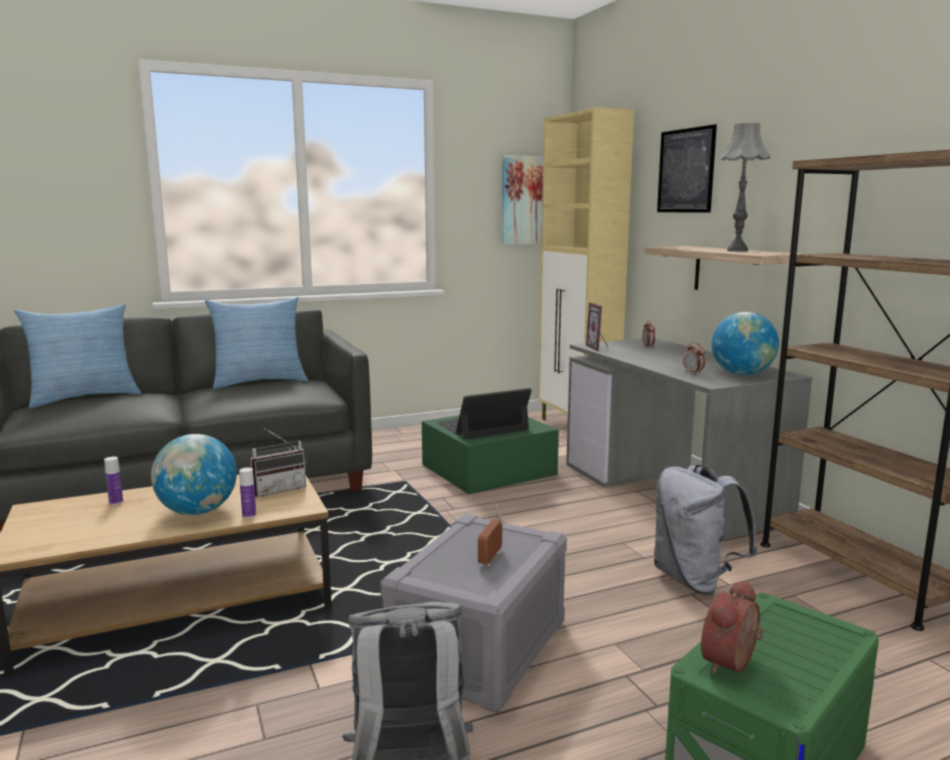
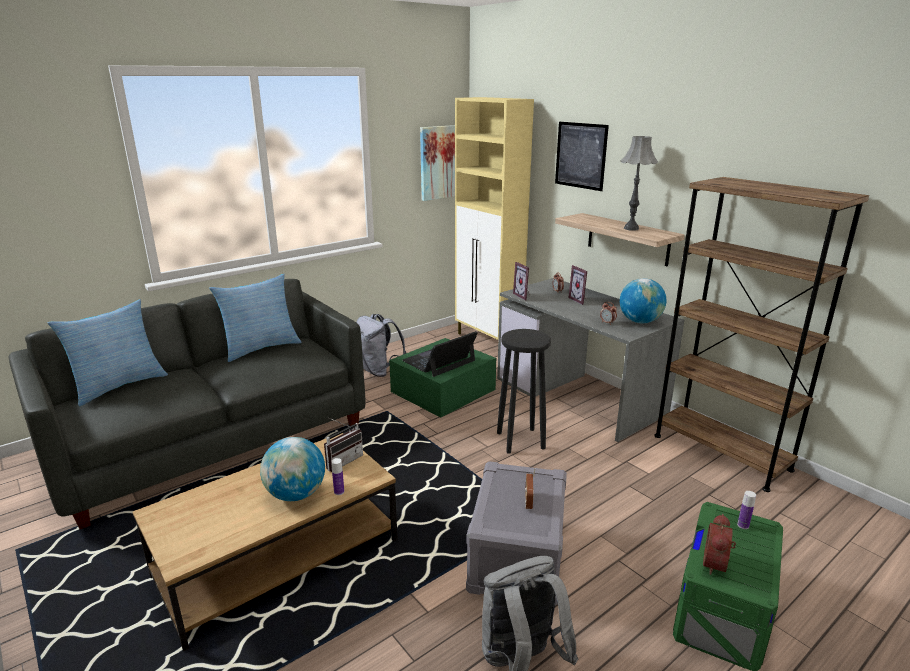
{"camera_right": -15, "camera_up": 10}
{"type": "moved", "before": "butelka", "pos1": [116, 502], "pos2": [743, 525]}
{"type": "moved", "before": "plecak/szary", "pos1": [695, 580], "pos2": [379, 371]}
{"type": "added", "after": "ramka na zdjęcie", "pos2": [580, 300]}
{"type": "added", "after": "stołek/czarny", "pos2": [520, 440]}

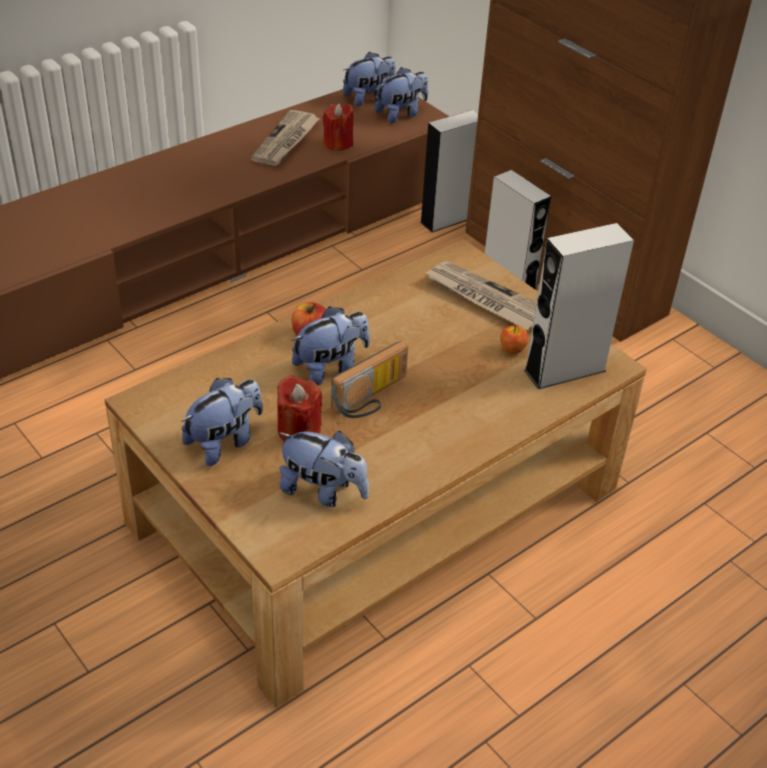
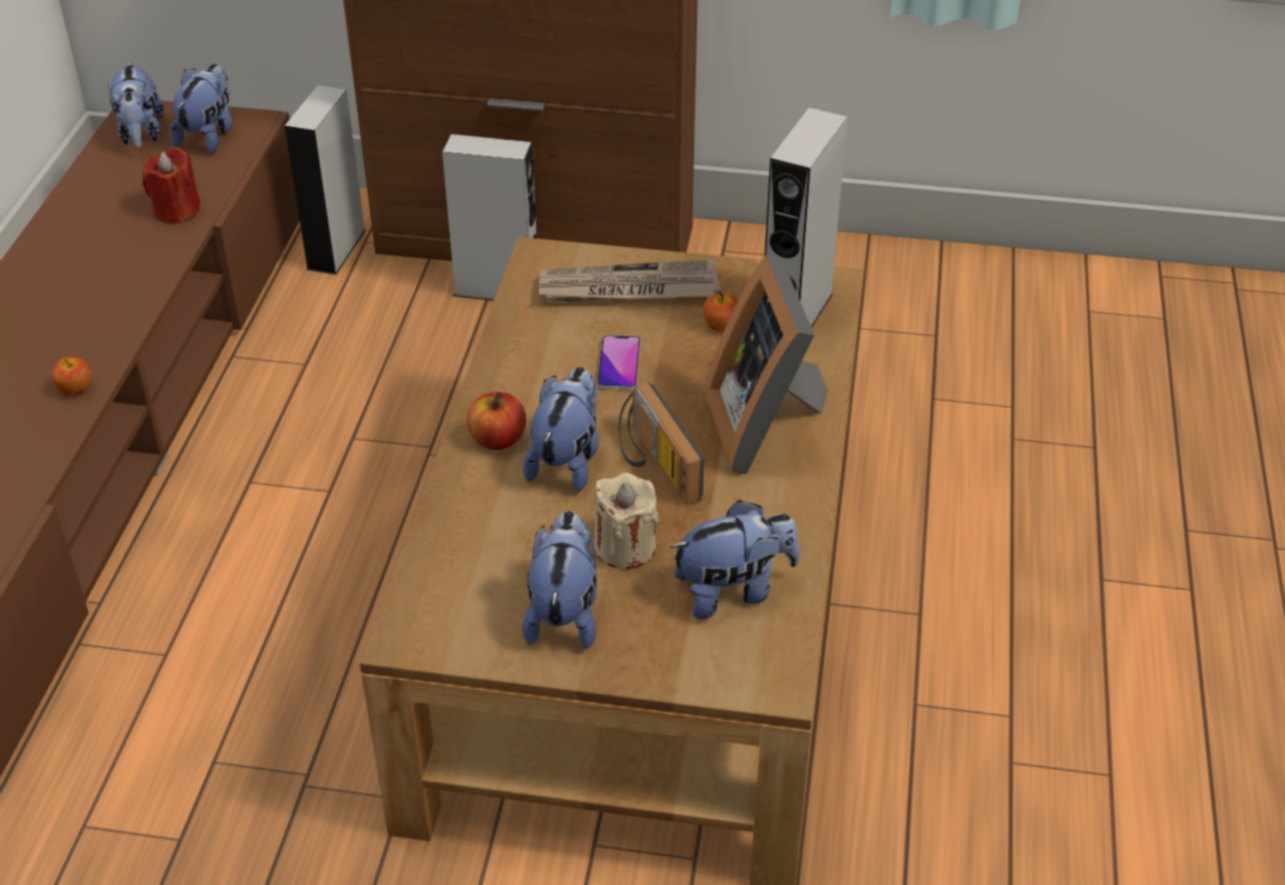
{"camera_right": -40, "camera_up": 0}
{"type": "turned", "before": "pluszak", "pos1": [369, 98], "pos2": [141, 134], "turn": 150}
{"type": "removed", "before": "gazeta", "pos1": [286, 141]}
{"type": "turned", "before": "radio", "pos1": [372, 398], "pos2": [653, 464], "turn": 150}
{"type": "recoloured", "before": "świeca/czerwony", "after": "świeca/beżowy", "pos1": [299, 430], "pos2": [625, 547]}
{"type": "added", "after": "ramka na zdjęcie", "pos2": [766, 424]}
{"type": "added", "after": "telefon", "pos2": [619, 364]}
{"type": "added", "after": "jabłko", "pos2": [75, 389]}

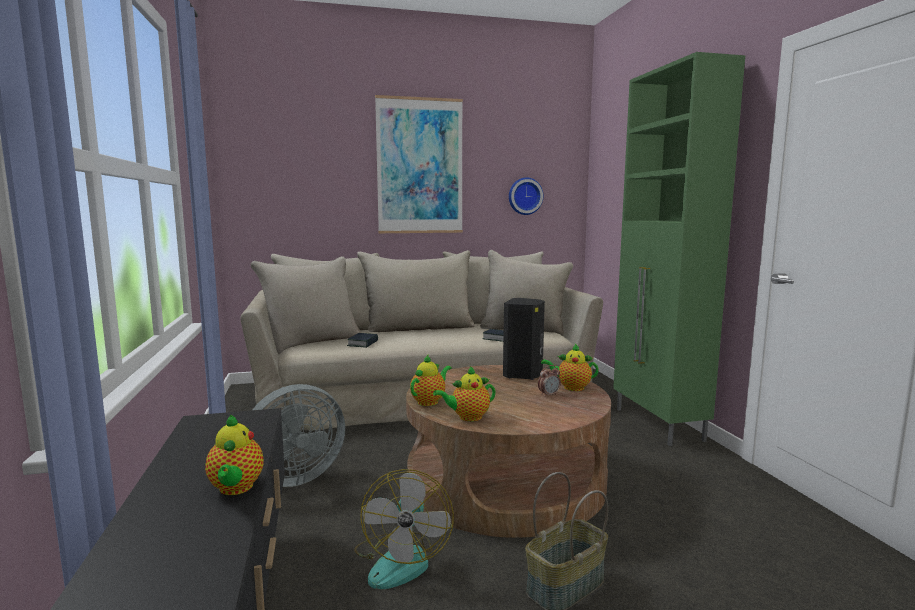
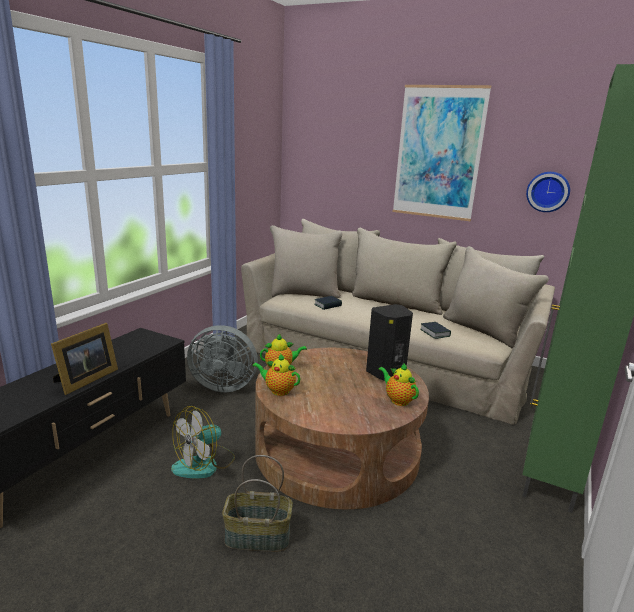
{"camera_right": 40, "camera_up": 10}
{"type": "removed", "before": "budzik", "pos1": [549, 395]}
{"type": "replaced", "before": "imbryk", "after": "ramka na zdjęcie", "pos1": [236, 489], "pos2": [85, 380]}

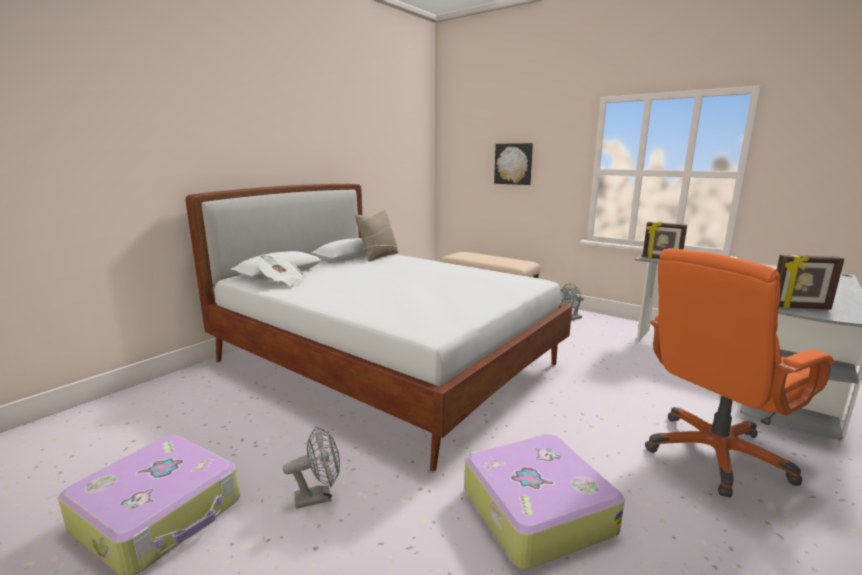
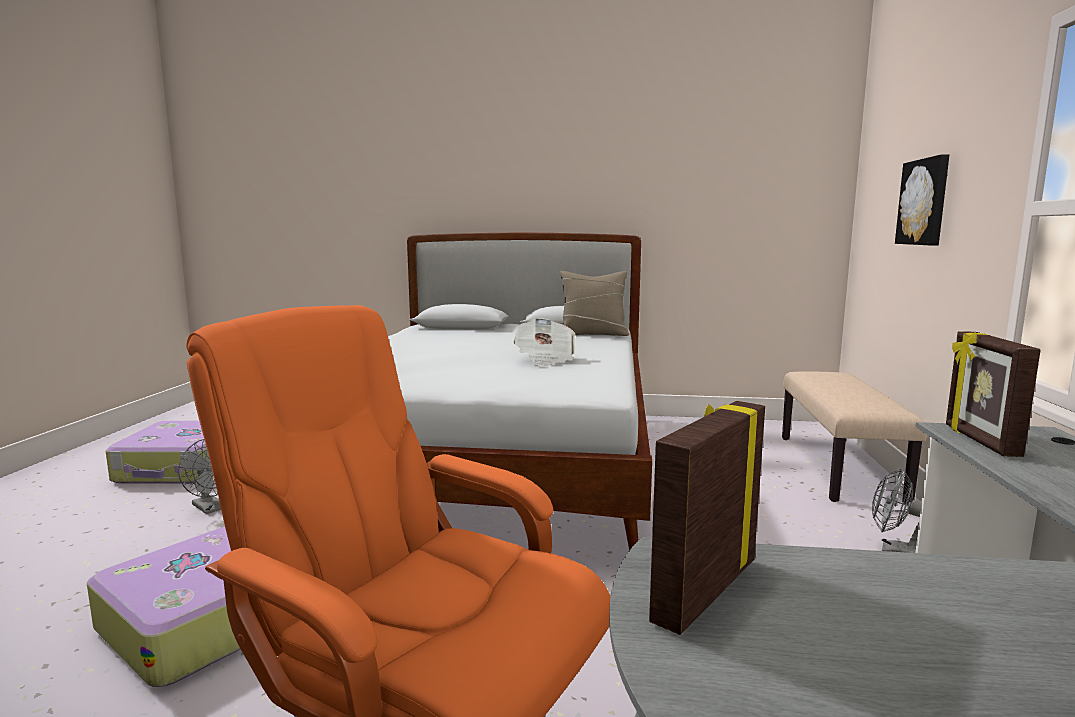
{"camera_right": 60, "camera_up": -5}
{"type": "moved", "before": "gazeta", "pos1": [283, 282], "pos2": [545, 359]}
{"type": "turned", "before": "ramka na zdjęcie", "pos1": [800, 307], "pos2": [703, 590], "turn": 60}

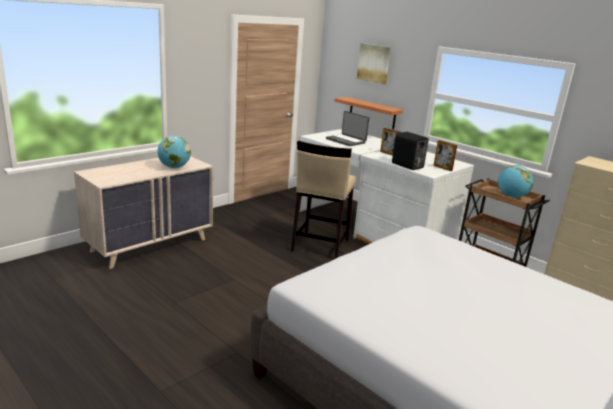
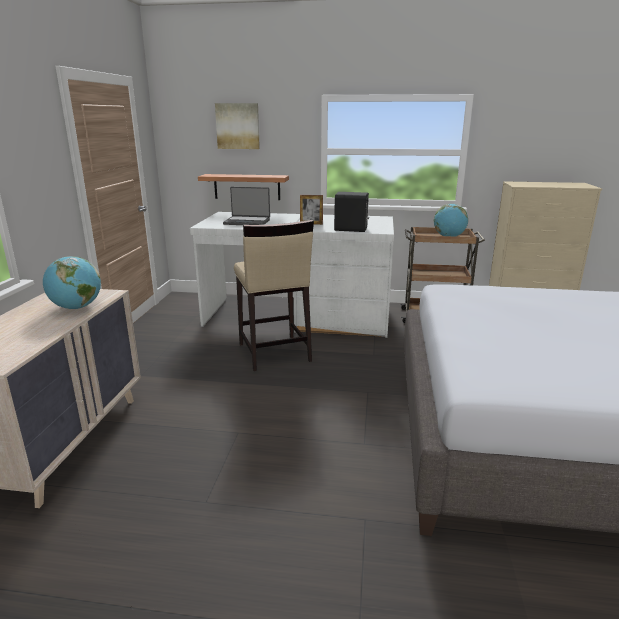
{"camera_right": -35, "camera_up": 0}
{"type": "removed", "before": "ramka na zdjęcie", "pos1": [442, 168]}

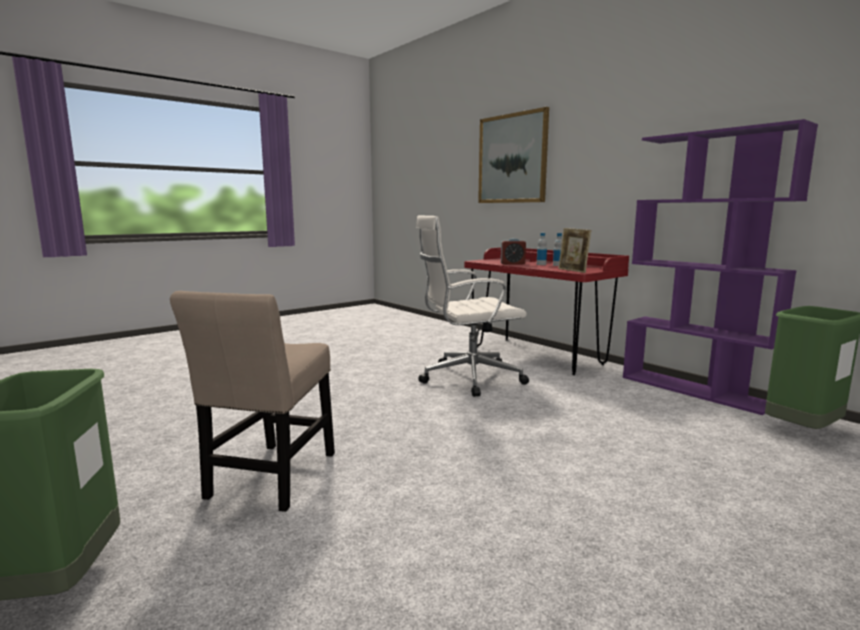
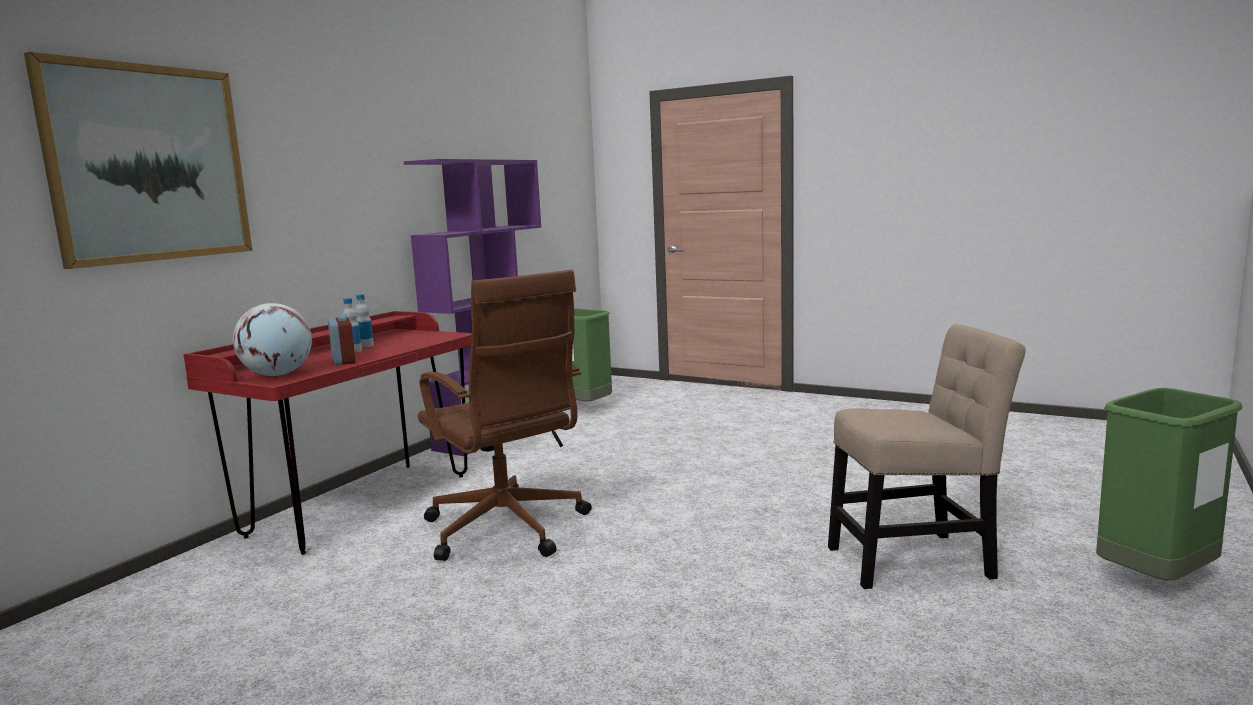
{"camera_right": -110, "camera_up": 0}
{"type": "recoloured", "before": "krzesło biurowe/biały", "after": "krzesło biurowe/brązowy", "pos1": [468, 378], "pos2": [507, 530]}
{"type": "removed", "before": "ramka na zdjęcie", "pos1": [573, 271]}
{"type": "added", "after": "globus", "pos2": [277, 375]}

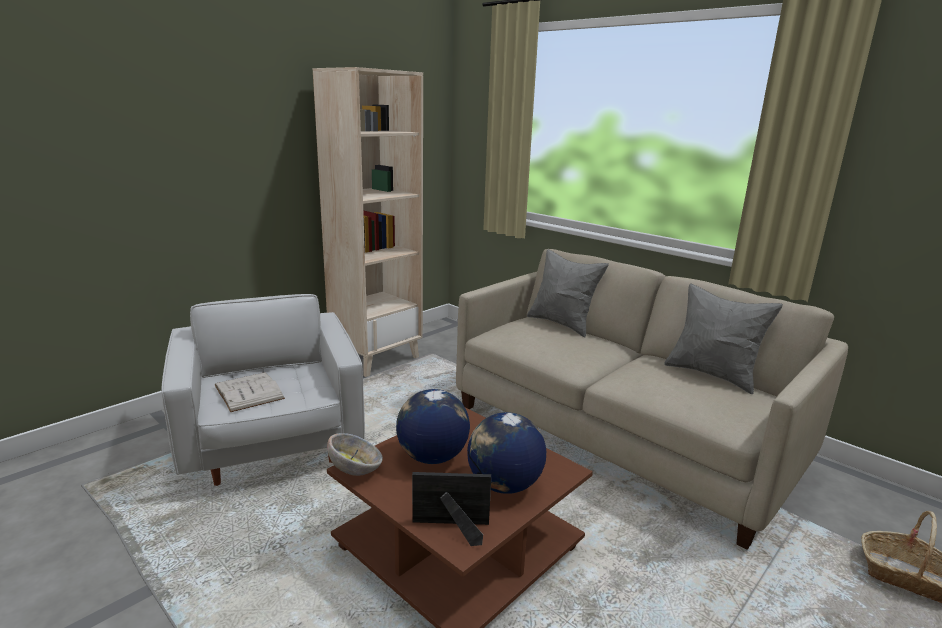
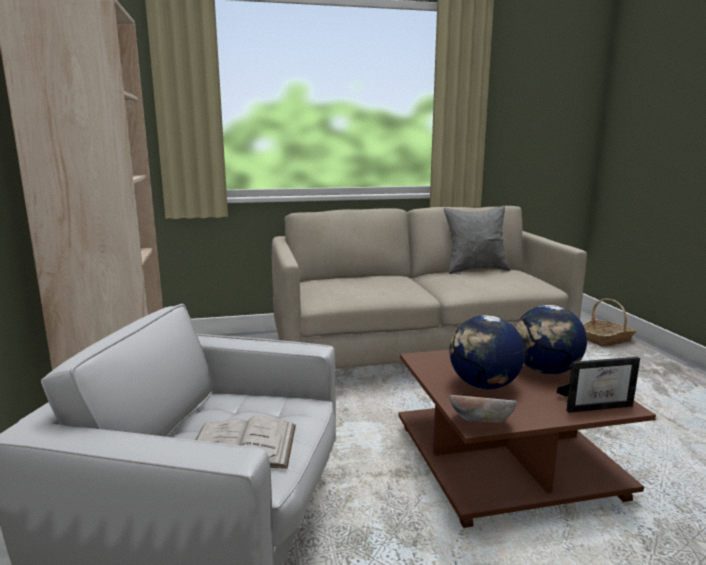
{"camera_right": -55, "camera_up": -5}
{"type": "removed", "before": "poduszka/szary", "pos1": [562, 324]}
{"type": "turned", "before": "ramka na zdjęcie", "pos1": [448, 527], "pos2": [596, 405], "turn": -135}

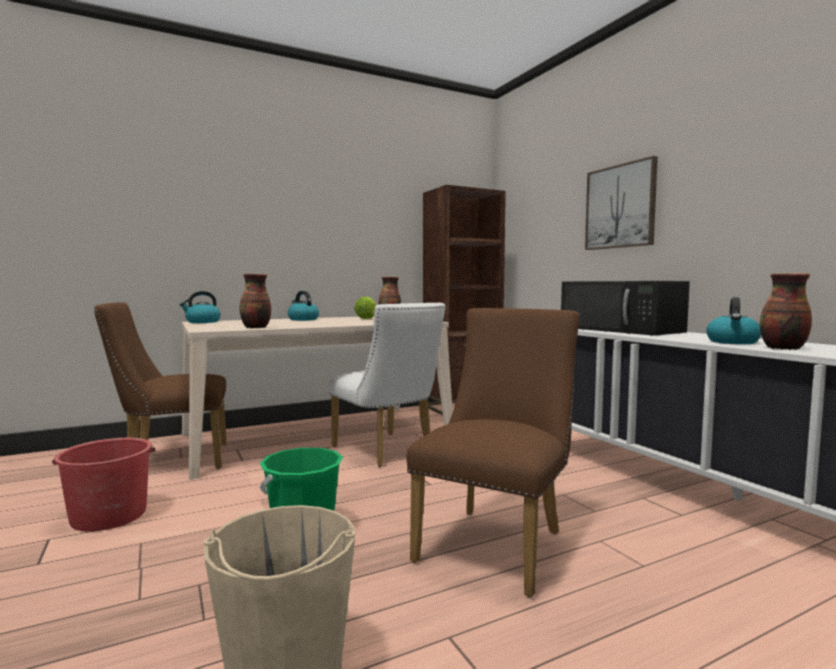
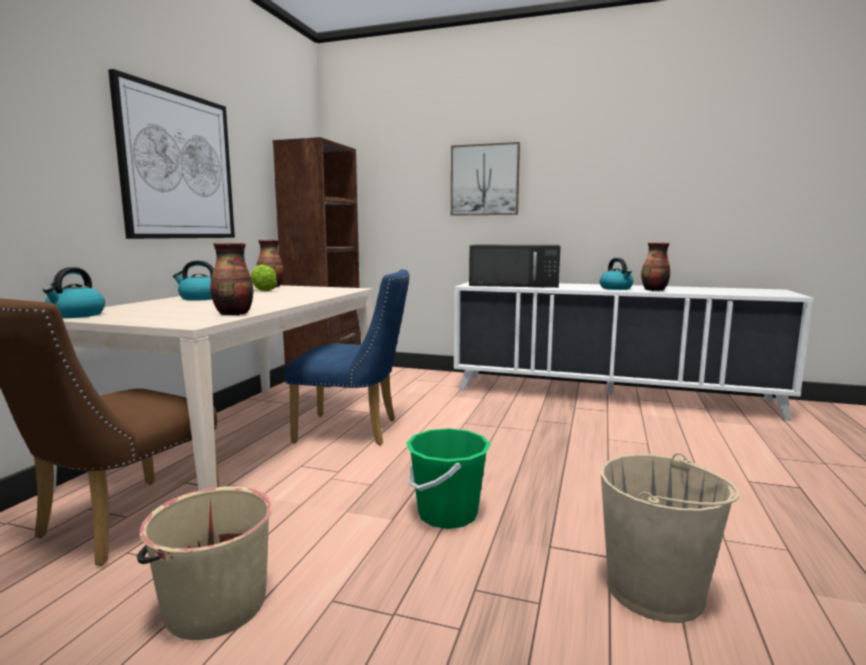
{"camera_right": -45, "camera_up": 5}
{"type": "recoloured", "before": "krzesło/biały", "after": "krzesło/niebieski", "pos1": [387, 451], "pos2": [355, 431]}
{"type": "removed", "before": "krzesło/brązowy", "pos1": [497, 542]}
{"type": "recoloured", "before": "wiadro/czerwony", "after": "wiadro/beżowy", "pos1": [109, 516], "pos2": [214, 605]}
{"type": "added", "after": "obraz", "pos2": [178, 166]}

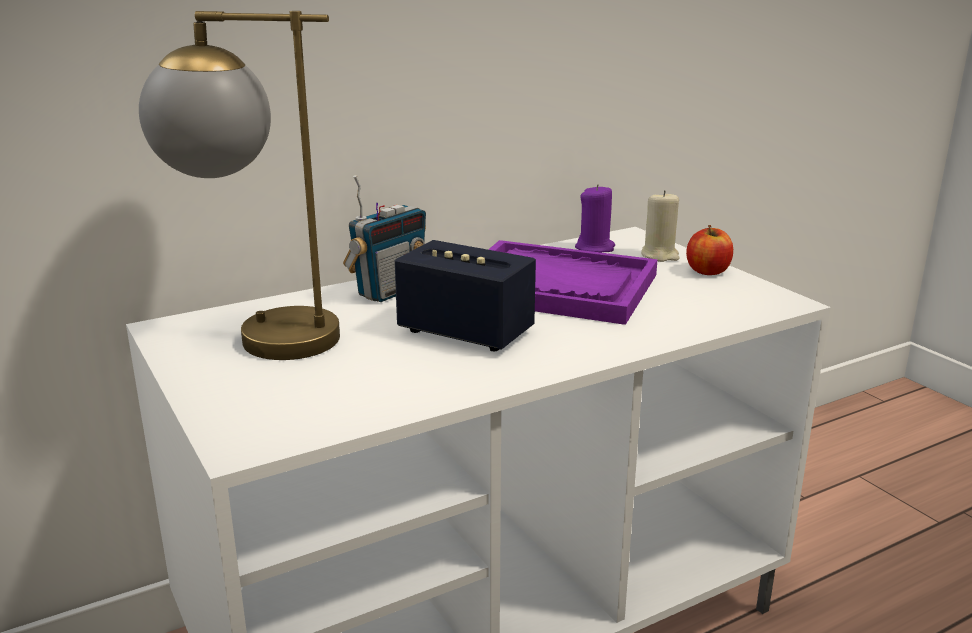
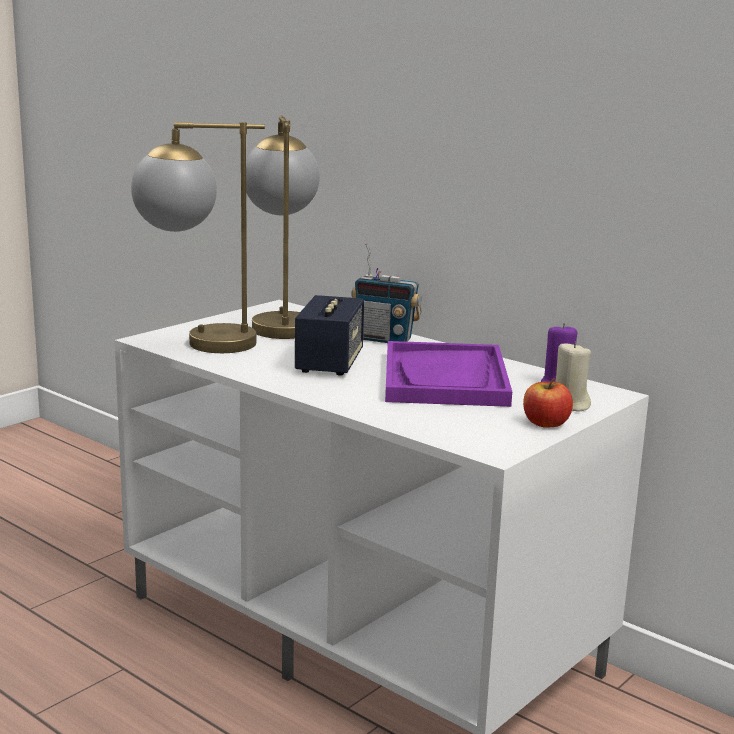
{"camera_right": 70, "camera_up": -5}
{"type": "added", "after": "lampa stołowa", "pos2": [197, 343]}

